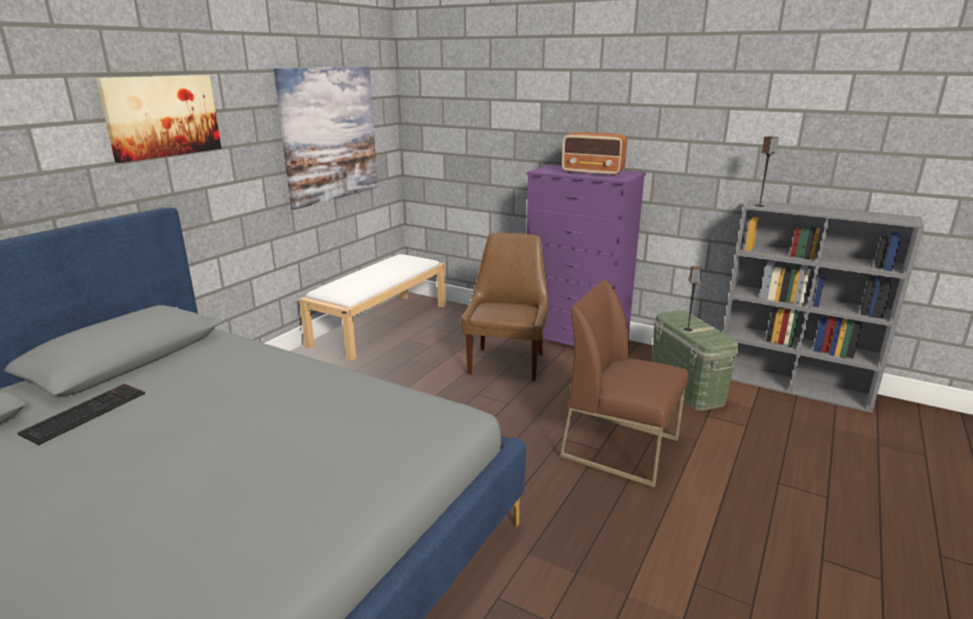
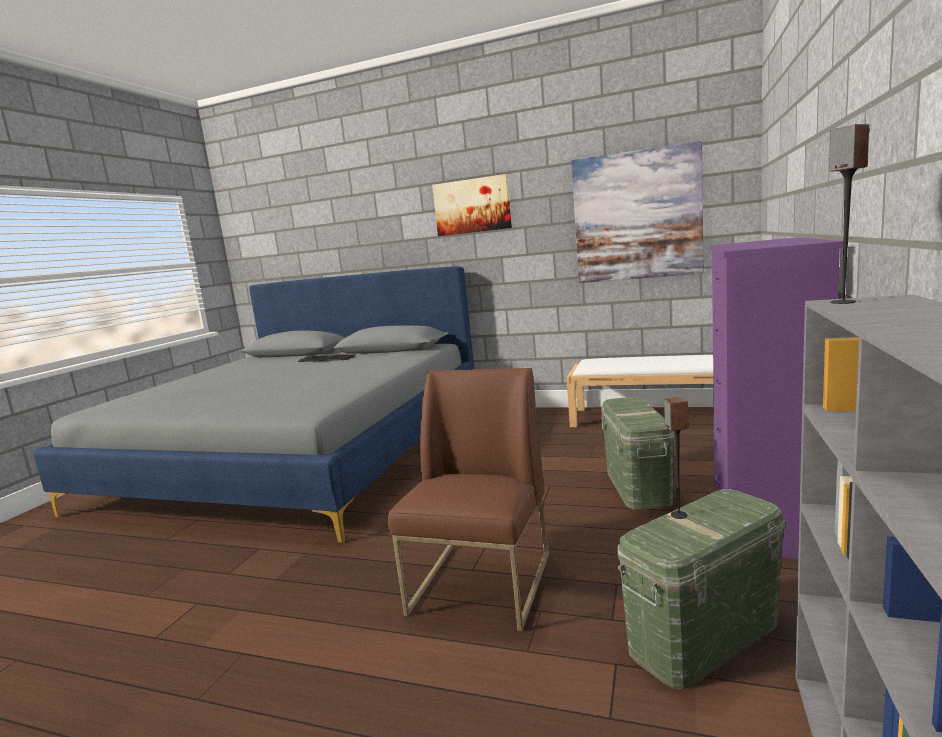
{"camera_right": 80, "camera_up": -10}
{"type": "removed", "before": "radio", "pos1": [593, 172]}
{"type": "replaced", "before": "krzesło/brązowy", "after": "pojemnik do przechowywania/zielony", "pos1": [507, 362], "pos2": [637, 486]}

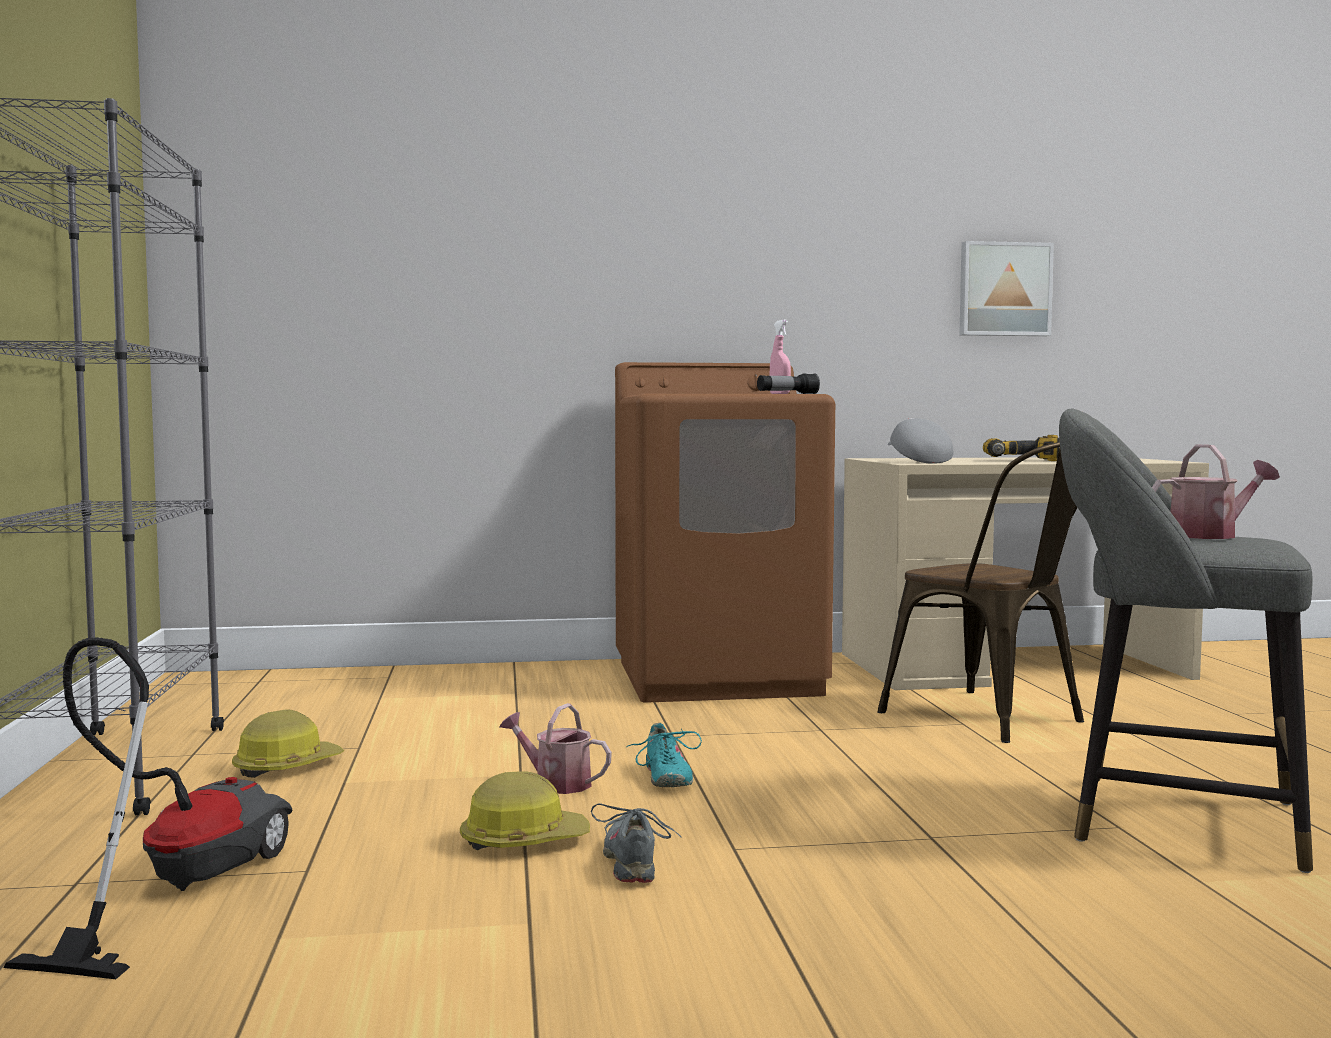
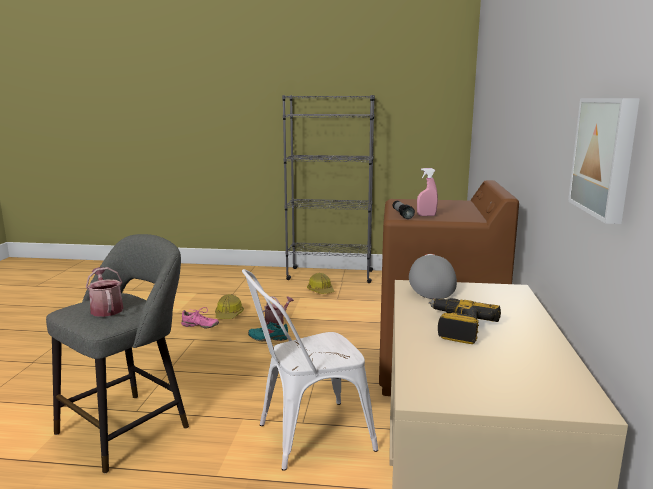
{"camera_right": 105, "camera_up": 10}
{"type": "turned", "before": "czapka z daszkiem/szary", "pos1": [917, 462], "pos2": [430, 289], "turn": -90}
{"type": "recoloured", "before": "krzesło/brązowy", "after": "krzesło/biały", "pos1": [995, 719], "pos2": [306, 437]}
{"type": "turned", "before": "konewka", "pos1": [1210, 535], "pos2": [106, 309], "turn": 150}
{"type": "removed", "before": "odkurzacz", "pos1": [176, 886]}
{"type": "recoloured", "before": "but/szary", "after": "but/różowy", "pos1": [634, 861], "pos2": [200, 326]}

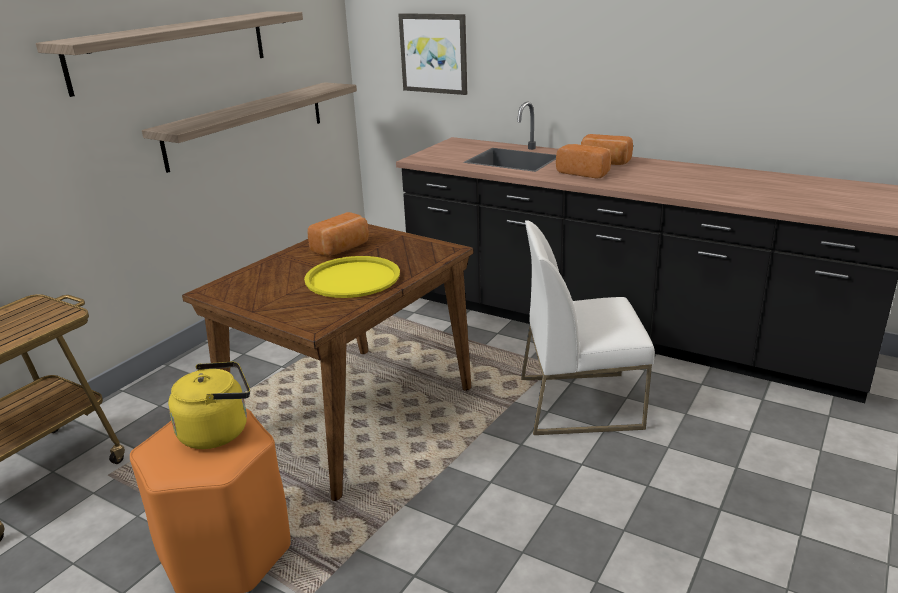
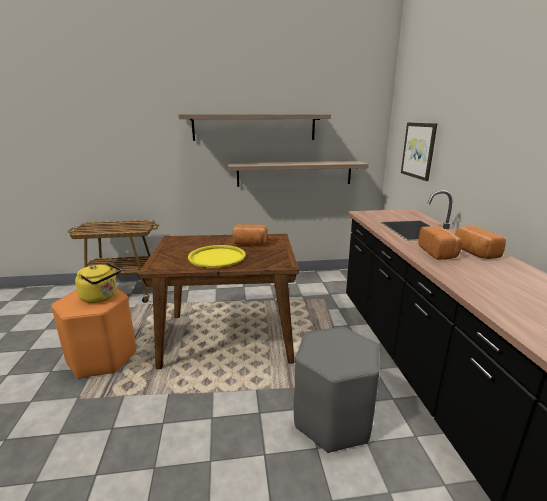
{"camera_right": 50, "camera_up": -5}
{"type": "replaced", "before": "krzesło/biały", "after": "stołek/szary", "pos1": [580, 402], "pos2": [332, 419]}

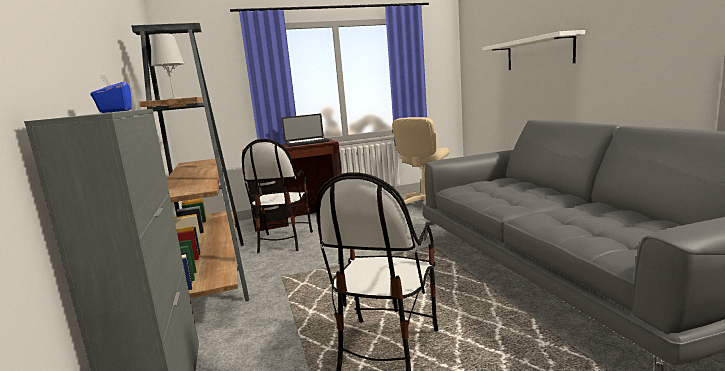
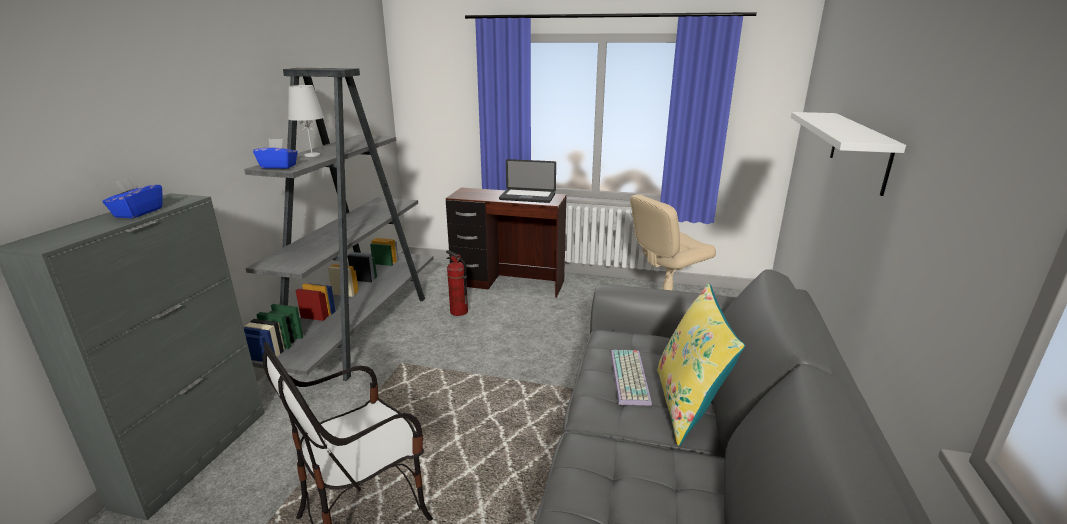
{"camera_right": 30, "camera_up": 10}
{"type": "recoloured", "before": "regał/brązowy", "after": "regał/szary", "pos1": [211, 273], "pos2": [360, 328]}
{"type": "replaced", "before": "krzesło", "after": "gaśnica", "pos1": [284, 241], "pos2": [458, 312]}
{"type": "added", "after": "pudełko chusteczek/niebieski", "pos2": [278, 166]}
{"type": "added", "after": "poduszka/żółty", "pos2": [688, 405]}
{"type": "added", "after": "klawiatura", "pos2": [631, 378]}

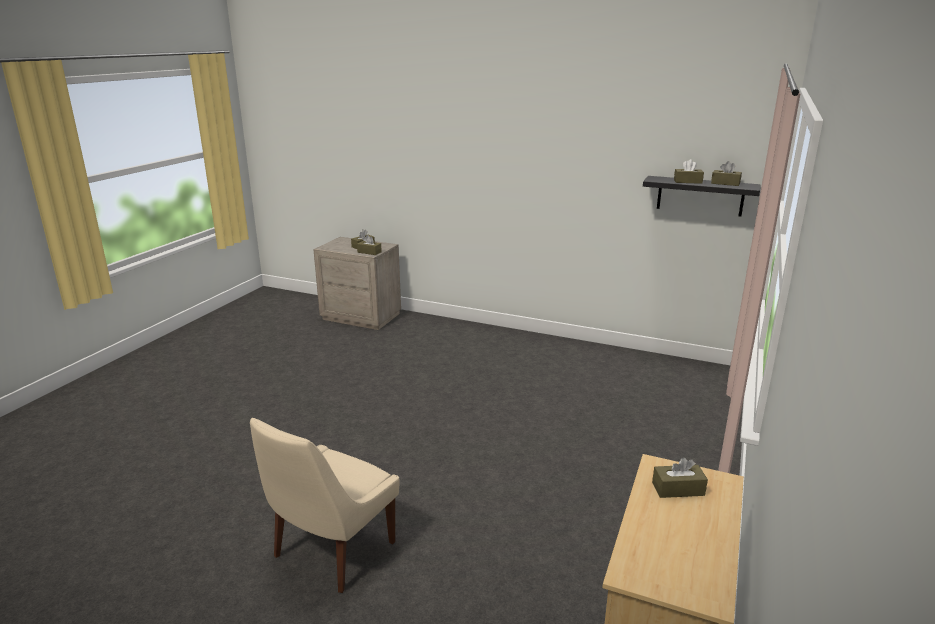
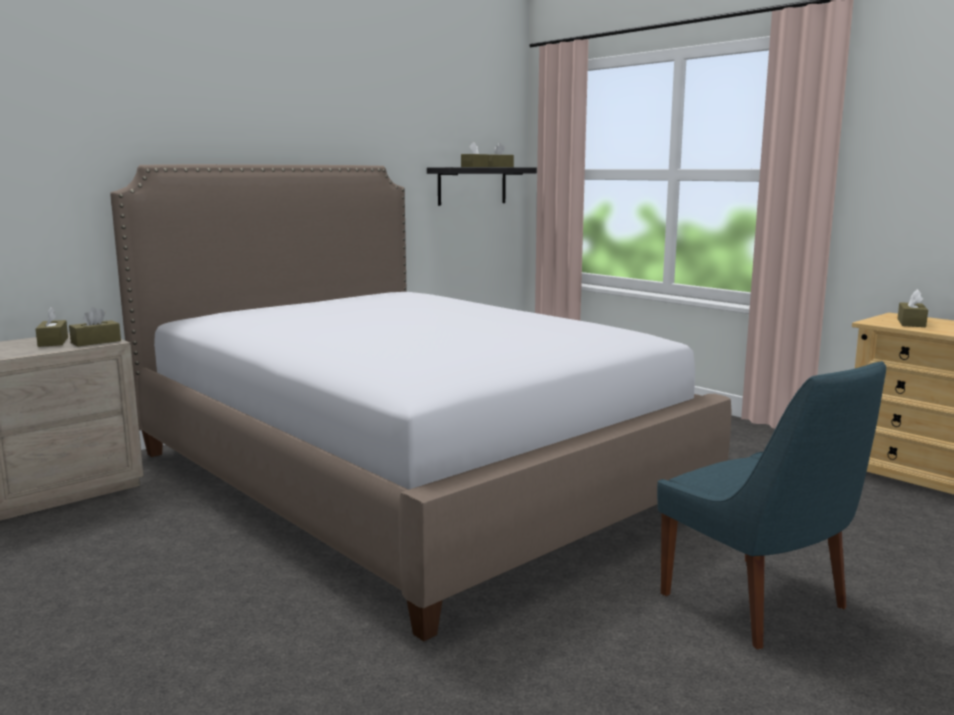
{"camera_right": -65, "camera_up": -10}
{"type": "recoloured", "before": "krzesło/beżowy", "after": "krzesło/niebieski", "pos1": [331, 552], "pos2": [758, 604]}
{"type": "added", "after": "łóżko", "pos2": [407, 475]}

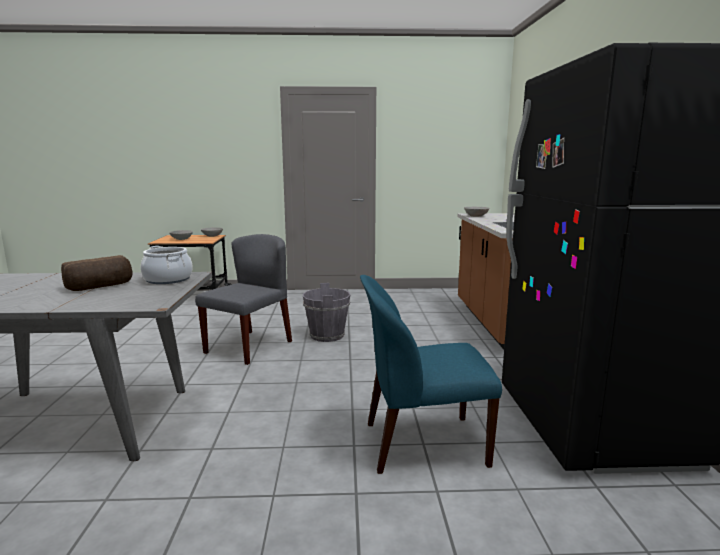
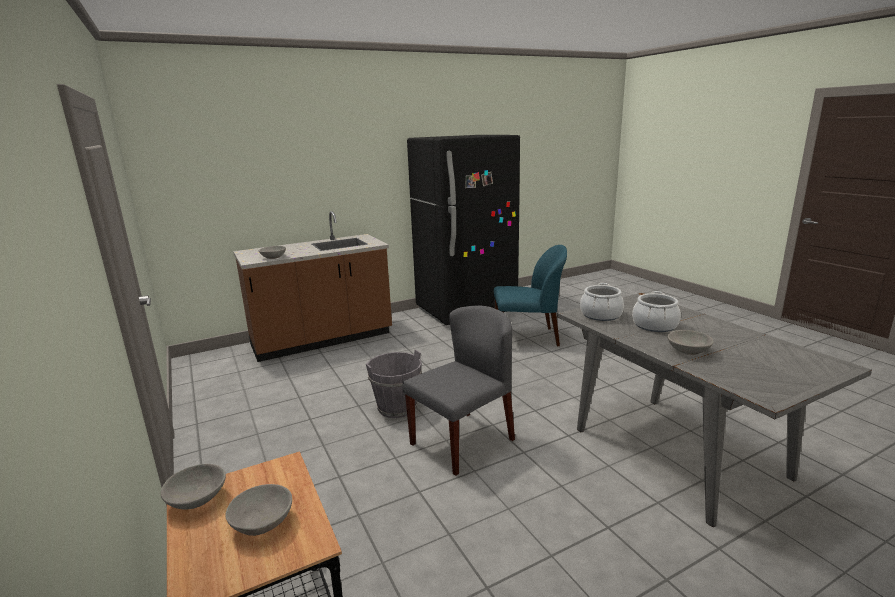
{"camera_right": -115, "camera_up": 5}
{"type": "turned", "before": "krzesło/szary", "pos1": [249, 346], "pos2": [462, 441], "turn": 135}
{"type": "replaced", "before": "chleb", "after": "garnek", "pos1": [100, 287], "pos2": [655, 325]}
{"type": "turned", "before": "krzesło/niebieski", "pos1": [421, 444], "pos2": [528, 338], "turn": -60}
{"type": "added", "after": "miska/szary", "pos2": [688, 351]}

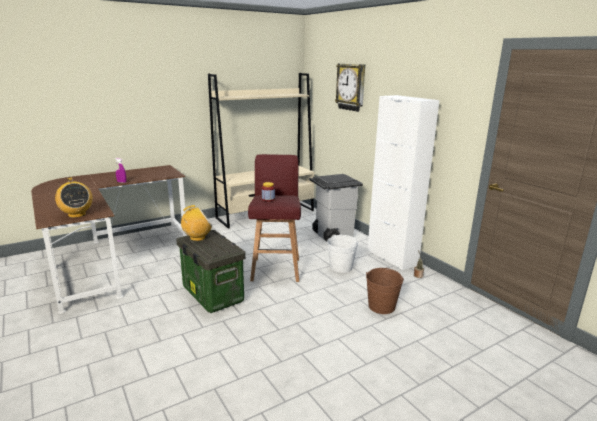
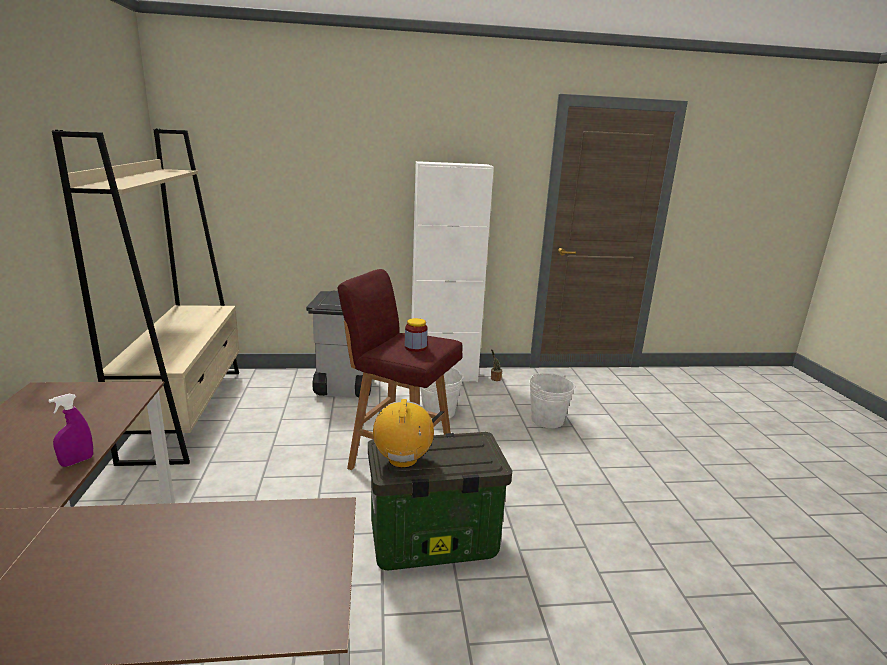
{"camera_right": -65, "camera_up": 0}
{"type": "removed", "before": "zegar ścienny", "pos1": [351, 87]}
{"type": "removed", "before": "radio", "pos1": [77, 214]}
{"type": "recoloured", "before": "wiadro/brązowy", "after": "wiadro/biały", "pos1": [381, 306], "pos2": [547, 420]}

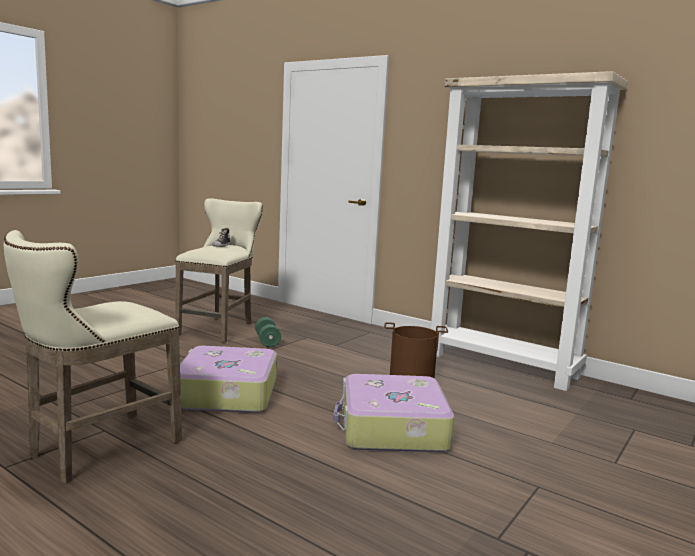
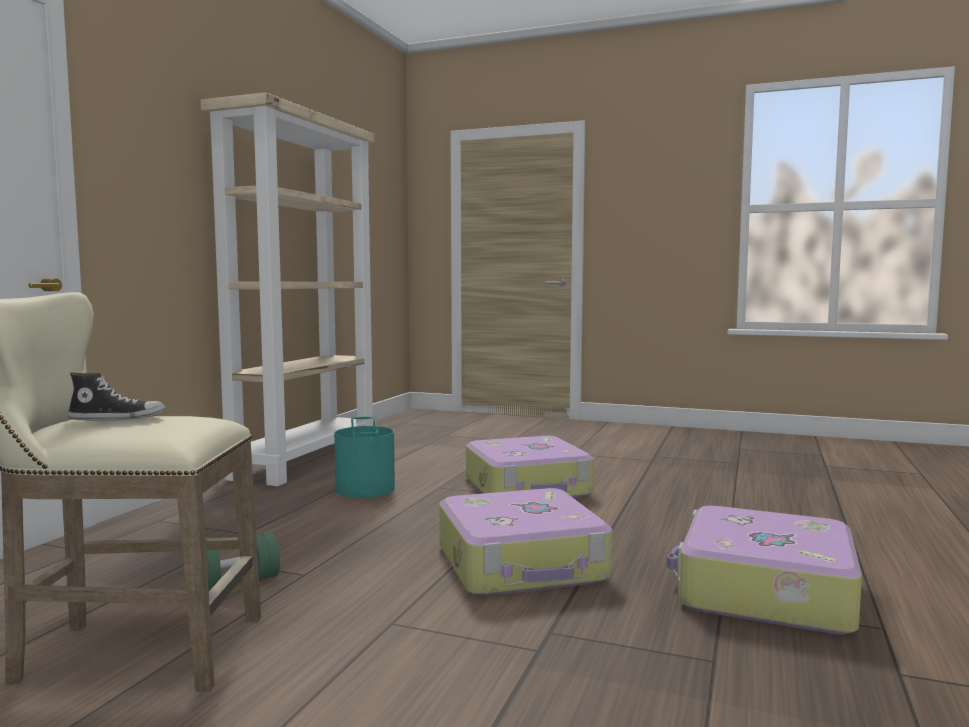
{"camera_right": -105, "camera_up": -5}
{"type": "replaced", "before": "stołek/beżowy", "after": "walizka", "pos1": [97, 449], "pos2": [763, 591]}
{"type": "recoloured", "before": "wiadro/brązowy", "after": "wiadro/turkusowy", "pos1": [412, 375], "pos2": [366, 489]}

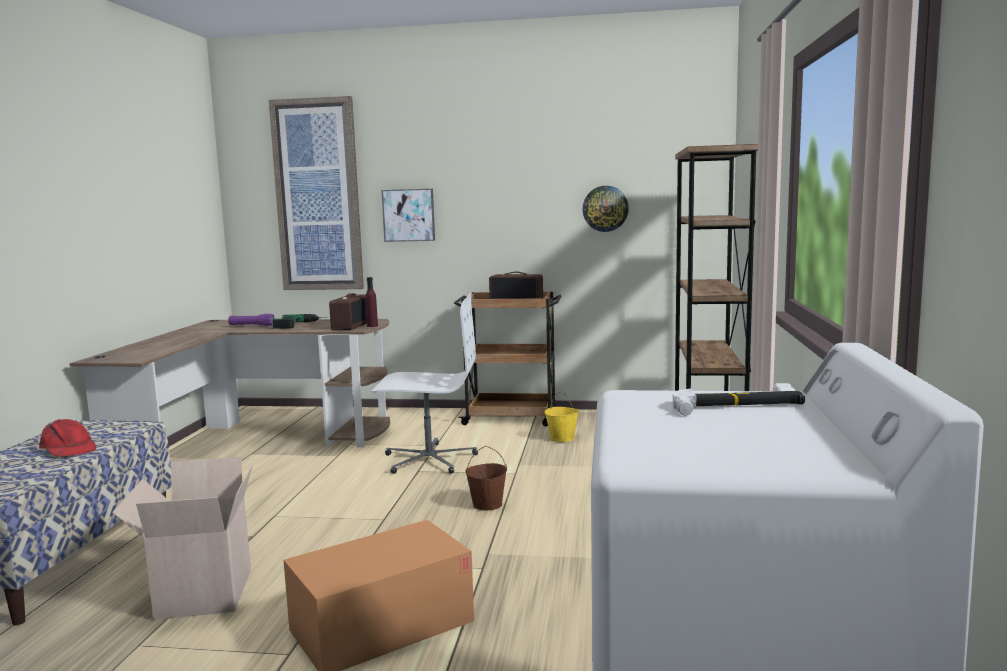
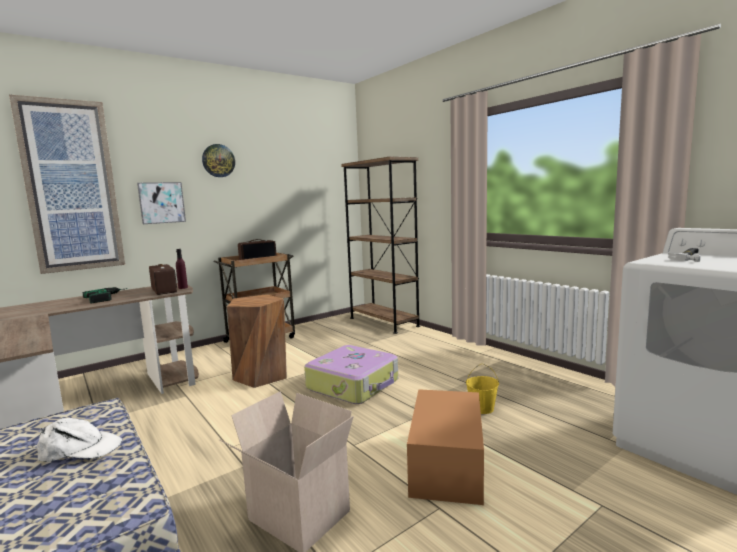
{"camera_right": -45, "camera_up": 0}
{"type": "moved", "before": "zegar ścienny", "pos1": [605, 208], "pos2": [218, 160]}
{"type": "replaced", "before": "krzesło biurowe/biały", "after": "stołek/brązowy", "pos1": [428, 459], "pos2": [261, 375]}
{"type": "removed", "before": "latarka/fioletowy", "pos1": [251, 326]}
{"type": "moved", "before": "wiadro/żółty", "pos1": [562, 438], "pos2": [482, 408]}
{"type": "recoloured", "before": "czapka z daszkiem/czerwony", "after": "czapka z daszkiem/biały", "pos1": [68, 448], "pos2": [80, 449]}
{"type": "replaced", "before": "wiadro/brązowy", "after": "walizka", "pos1": [487, 504], "pos2": [354, 384]}

